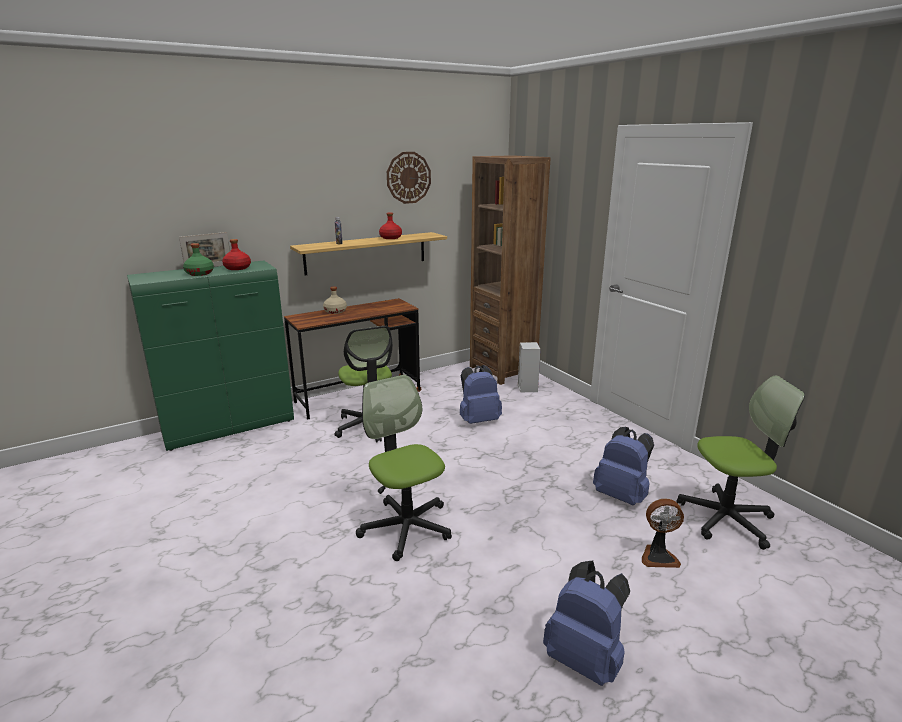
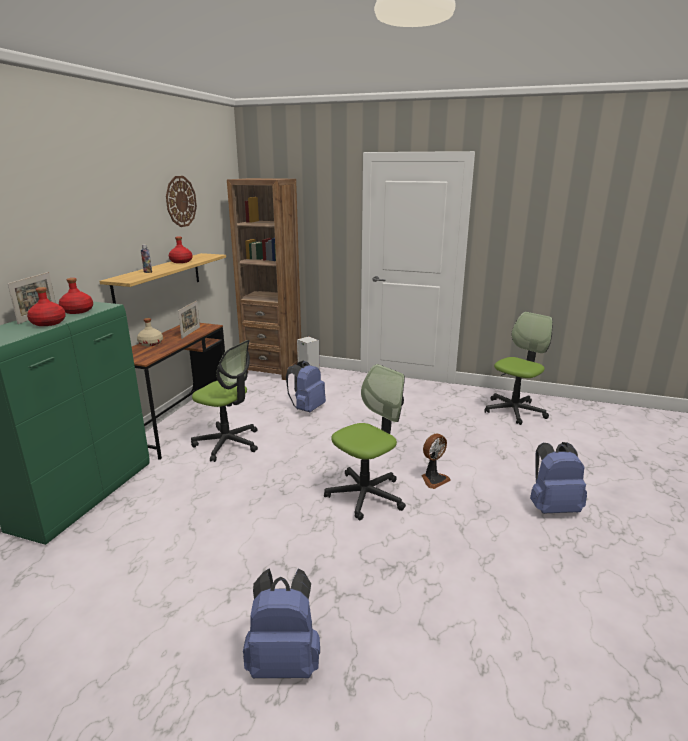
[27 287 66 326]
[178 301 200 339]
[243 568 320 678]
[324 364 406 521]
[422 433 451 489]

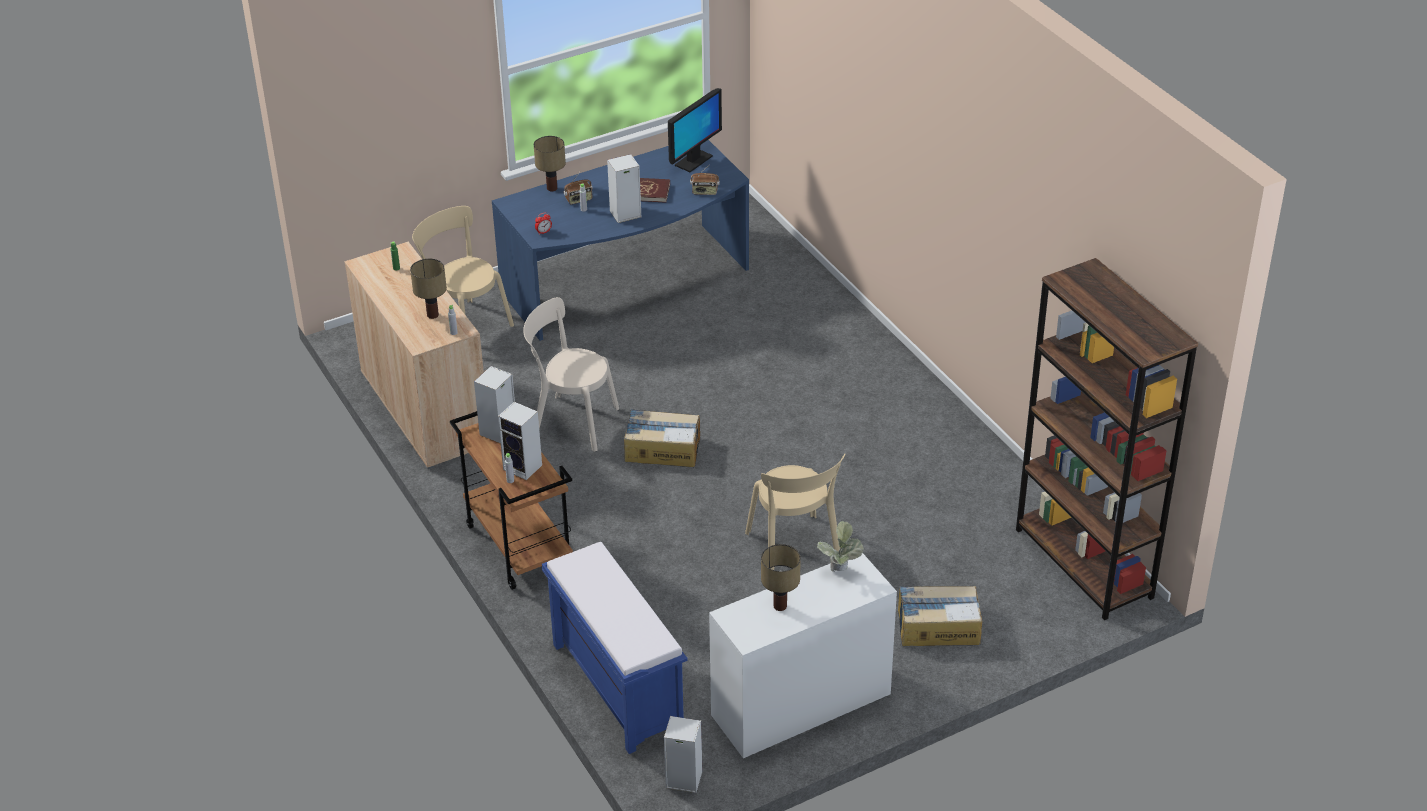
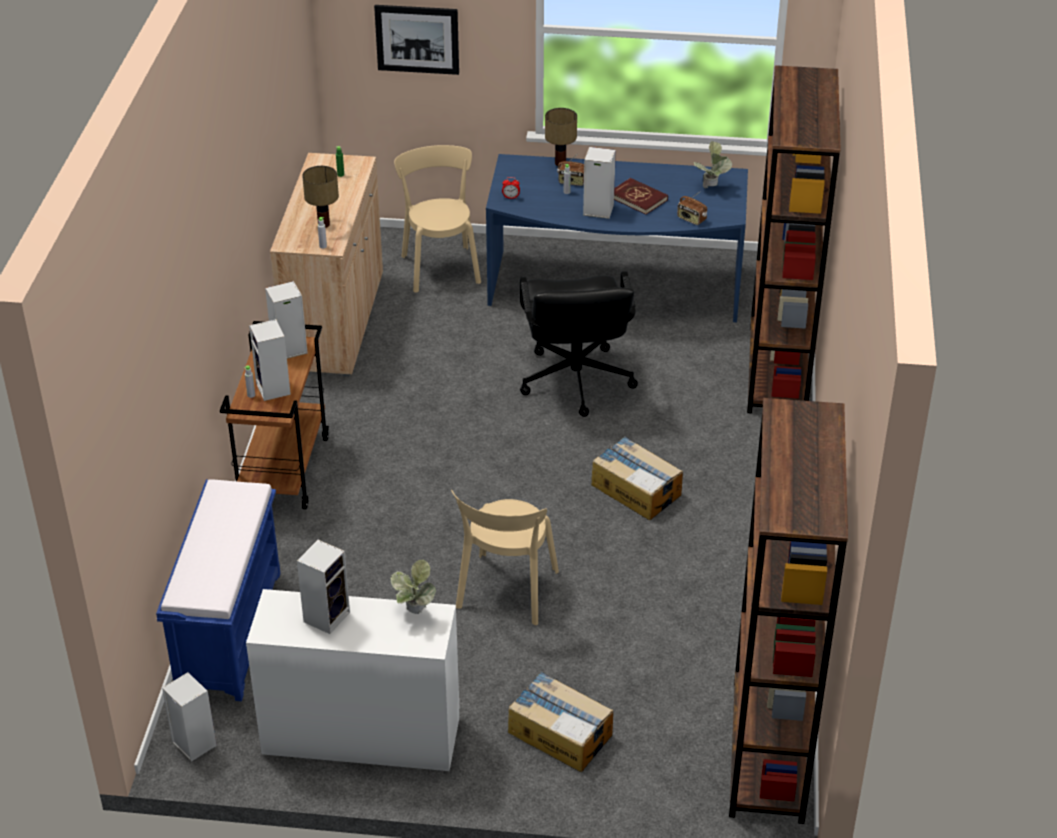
[297 540 350 634]
[374 5 459 75]
[520 271 638 417]
[591 436 683 520]
[694 141 732 189]
[747 65 840 414]
[523 297 619 452] (first image)

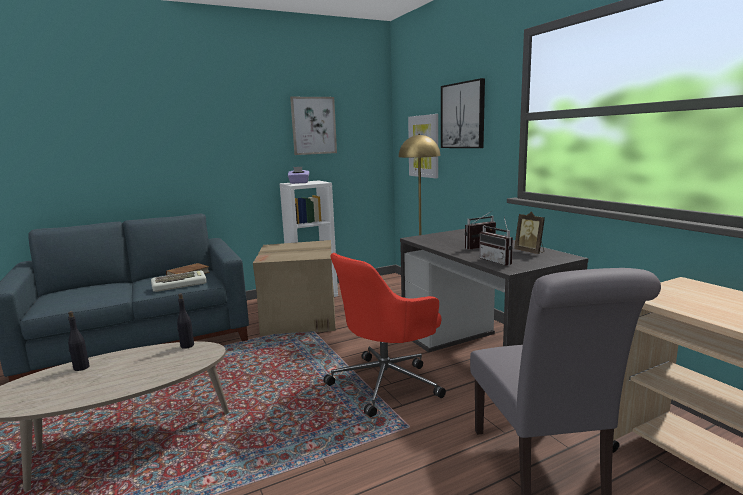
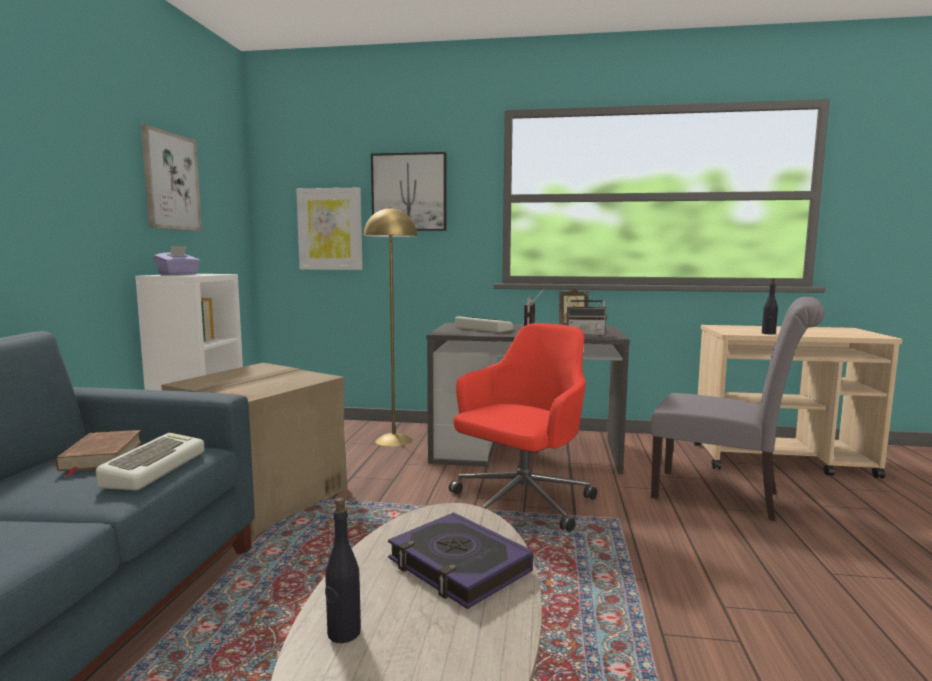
[388 512 533 609]
[449 323 597 532]
[455 316 513 333]
[762 278 778 335]

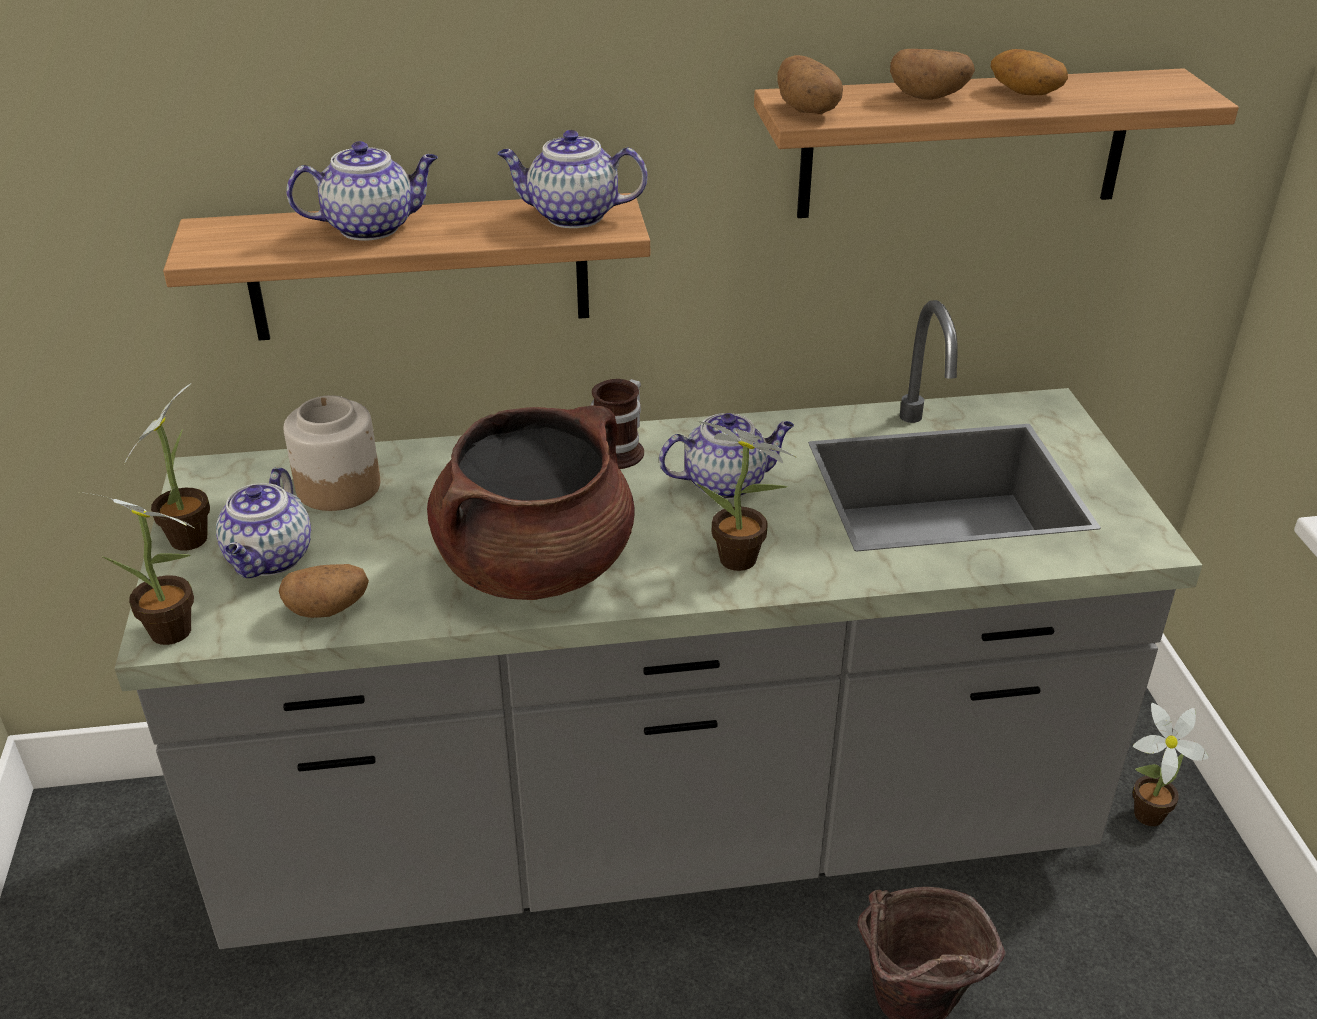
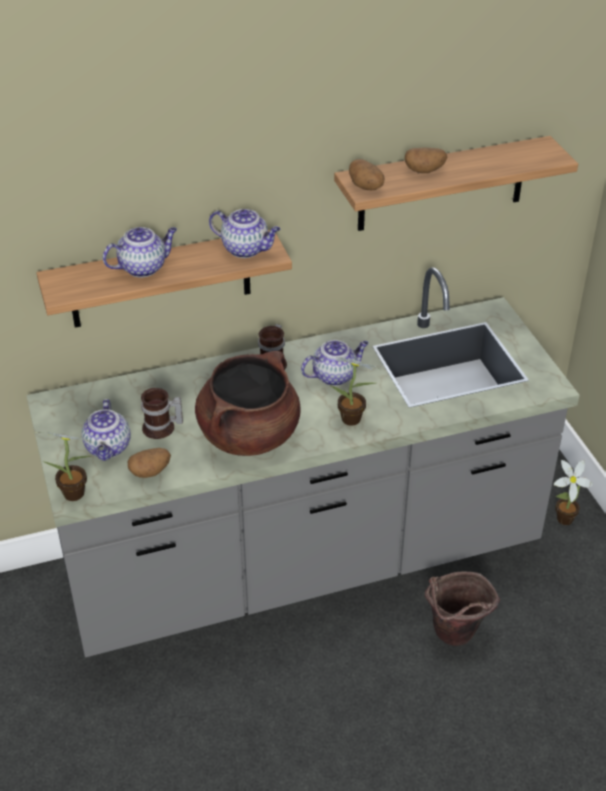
[141 388 183 439]
[209 209 281 258]
[124 383 210 551] (first image)
[283 395 380 511] (first image)
[991 49 1068 95] (first image)

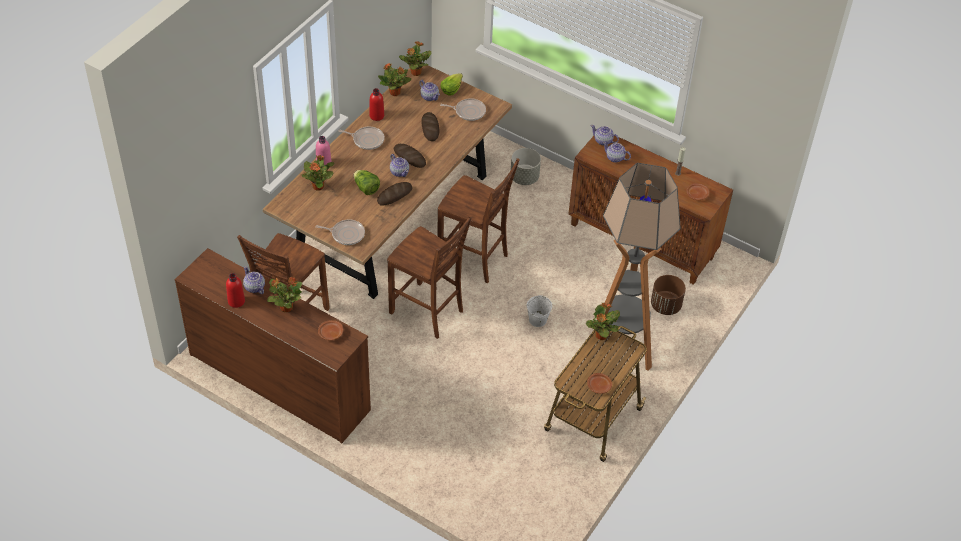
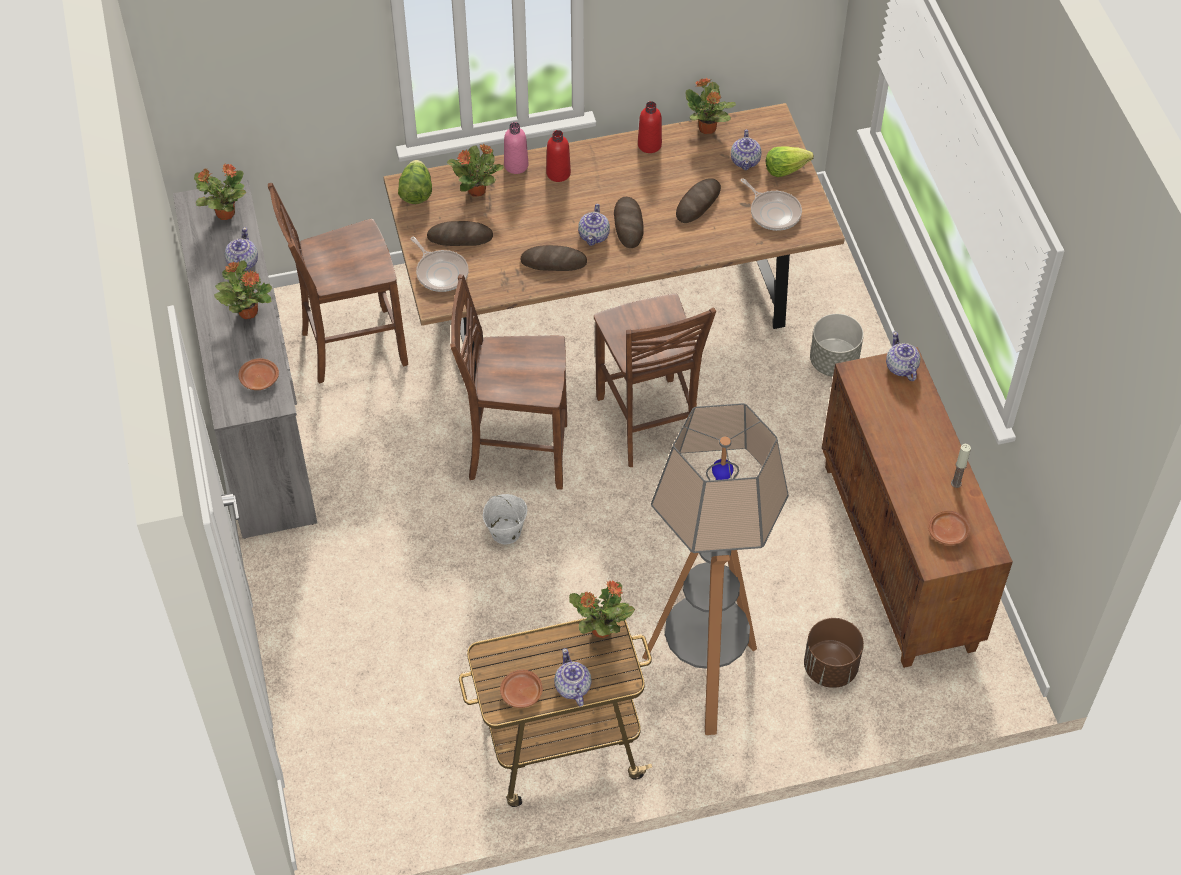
[173 180 317 539]
[194 164 246 220]
[398 160 432 204]
[427 221 493 246]
[450 274 567 490]
[483 494 527 545]
[546 130 571 182]
[554 648 592 707]
[339 127 384 150] (first image)

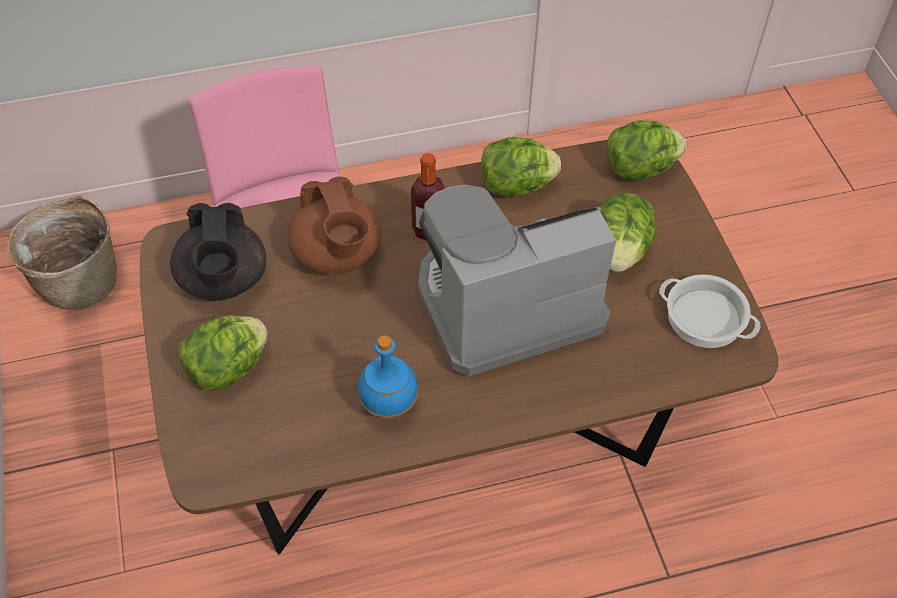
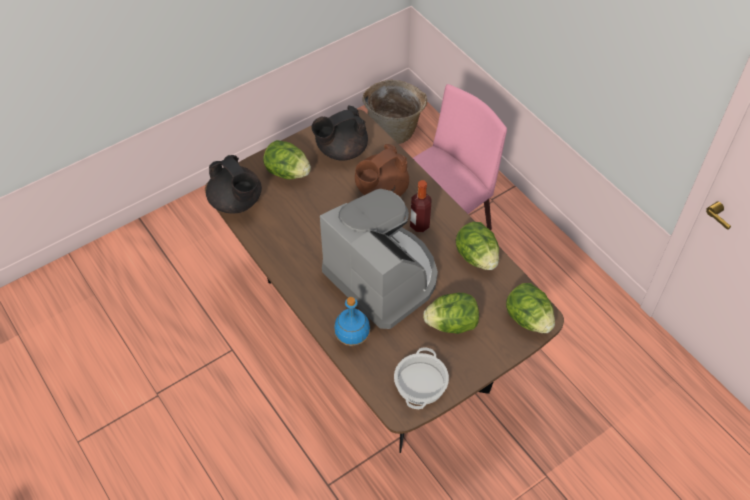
[206 155 262 213]
[334 297 370 346]

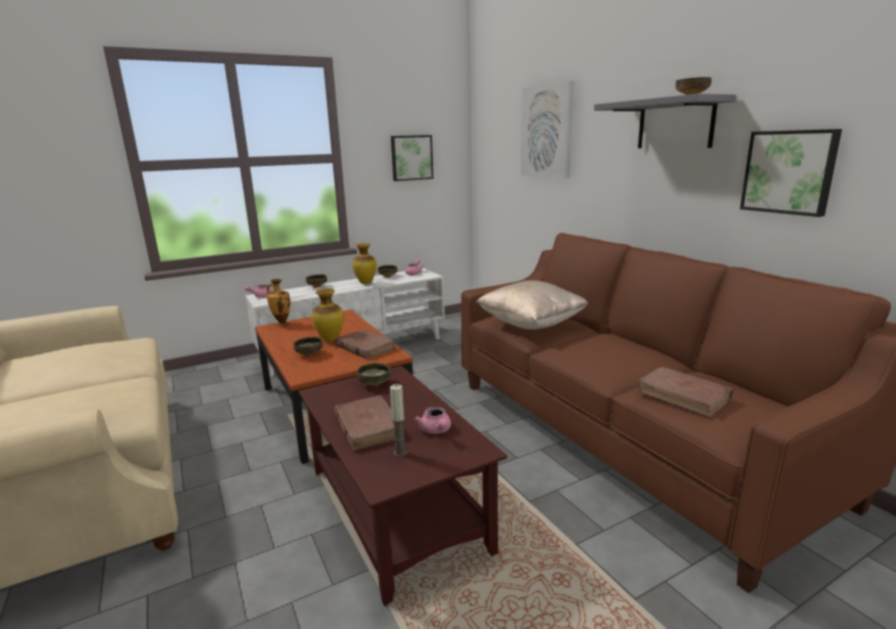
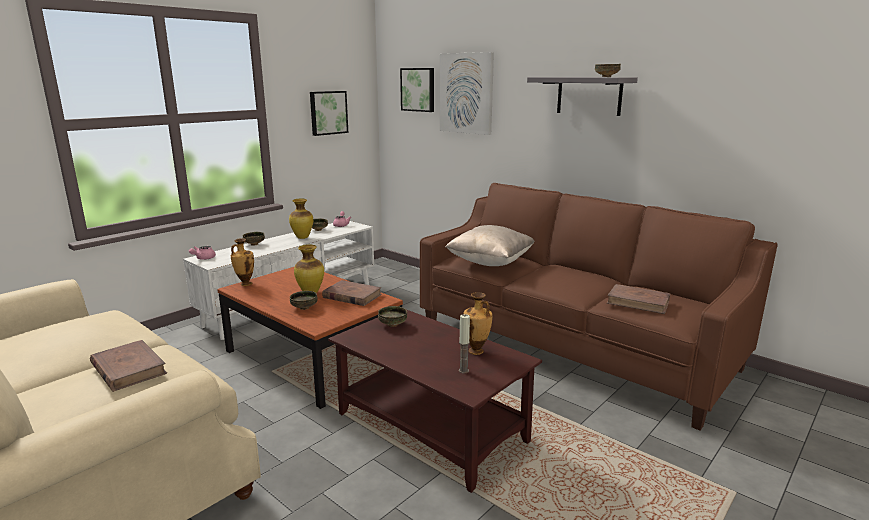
[90 340 167 392]
[400 68 434 112]
[463 292 492 355]

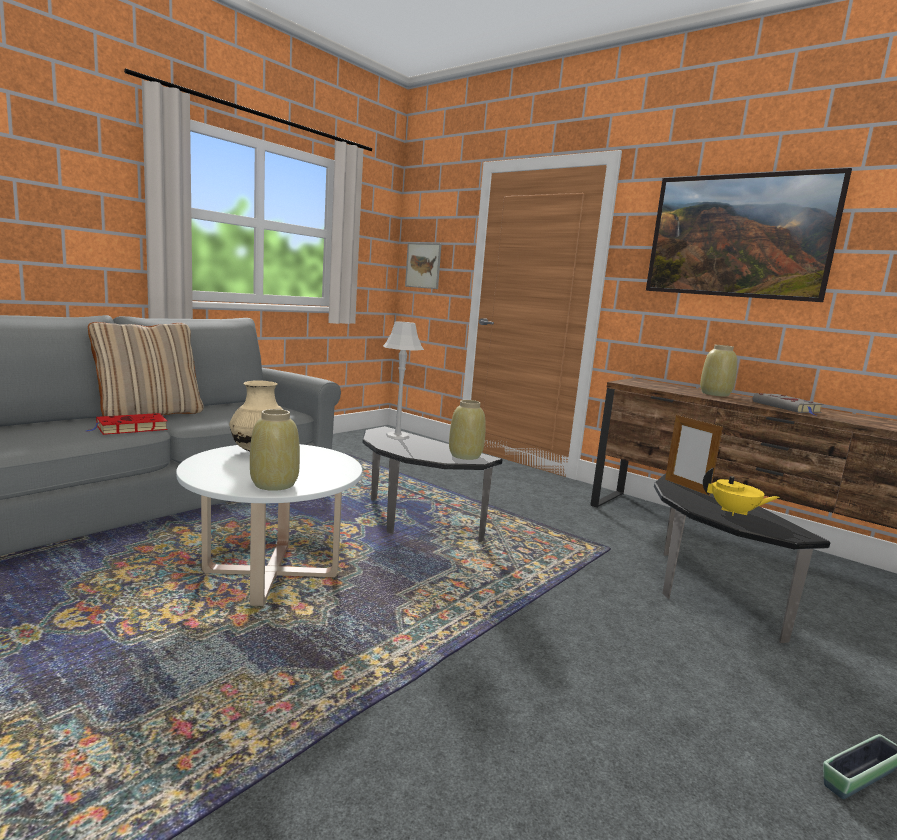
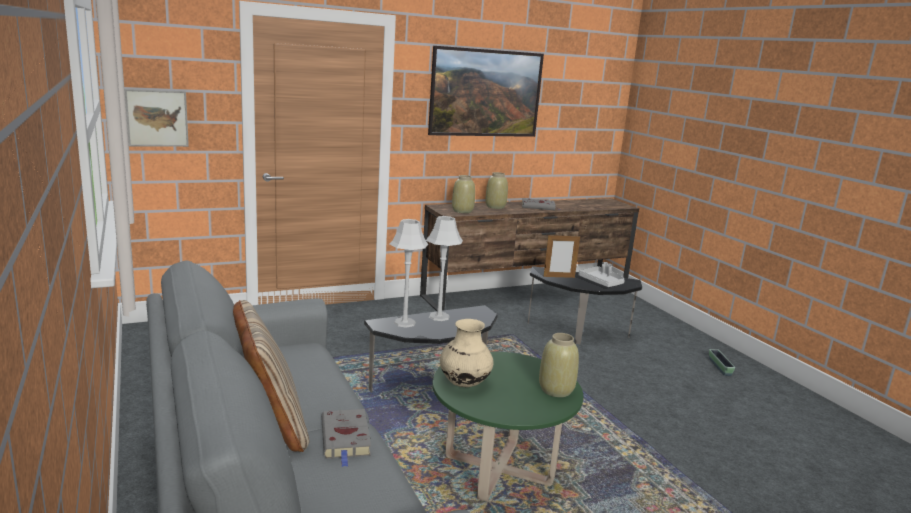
[321 409 371 467]
[426 216 463 321]
[432 351 583 502]
[452 175 475 213]
[578 262 625 287]

